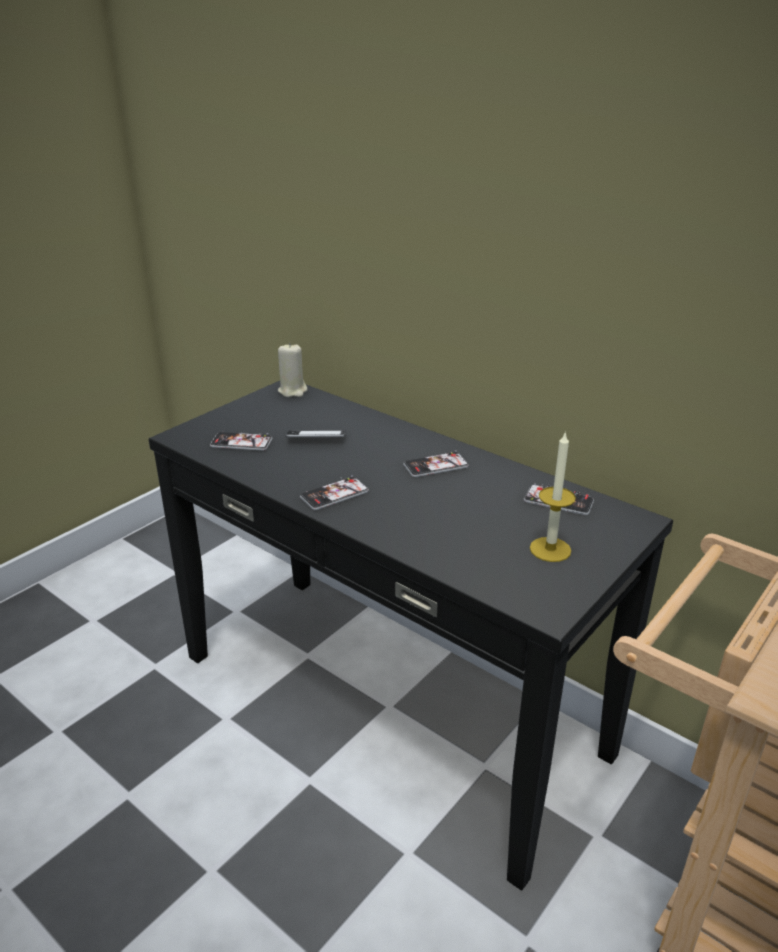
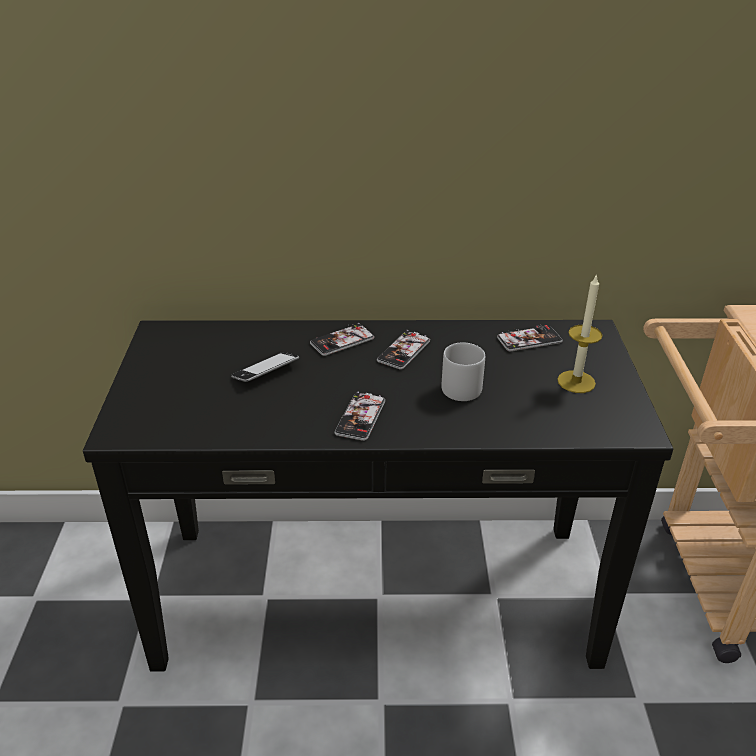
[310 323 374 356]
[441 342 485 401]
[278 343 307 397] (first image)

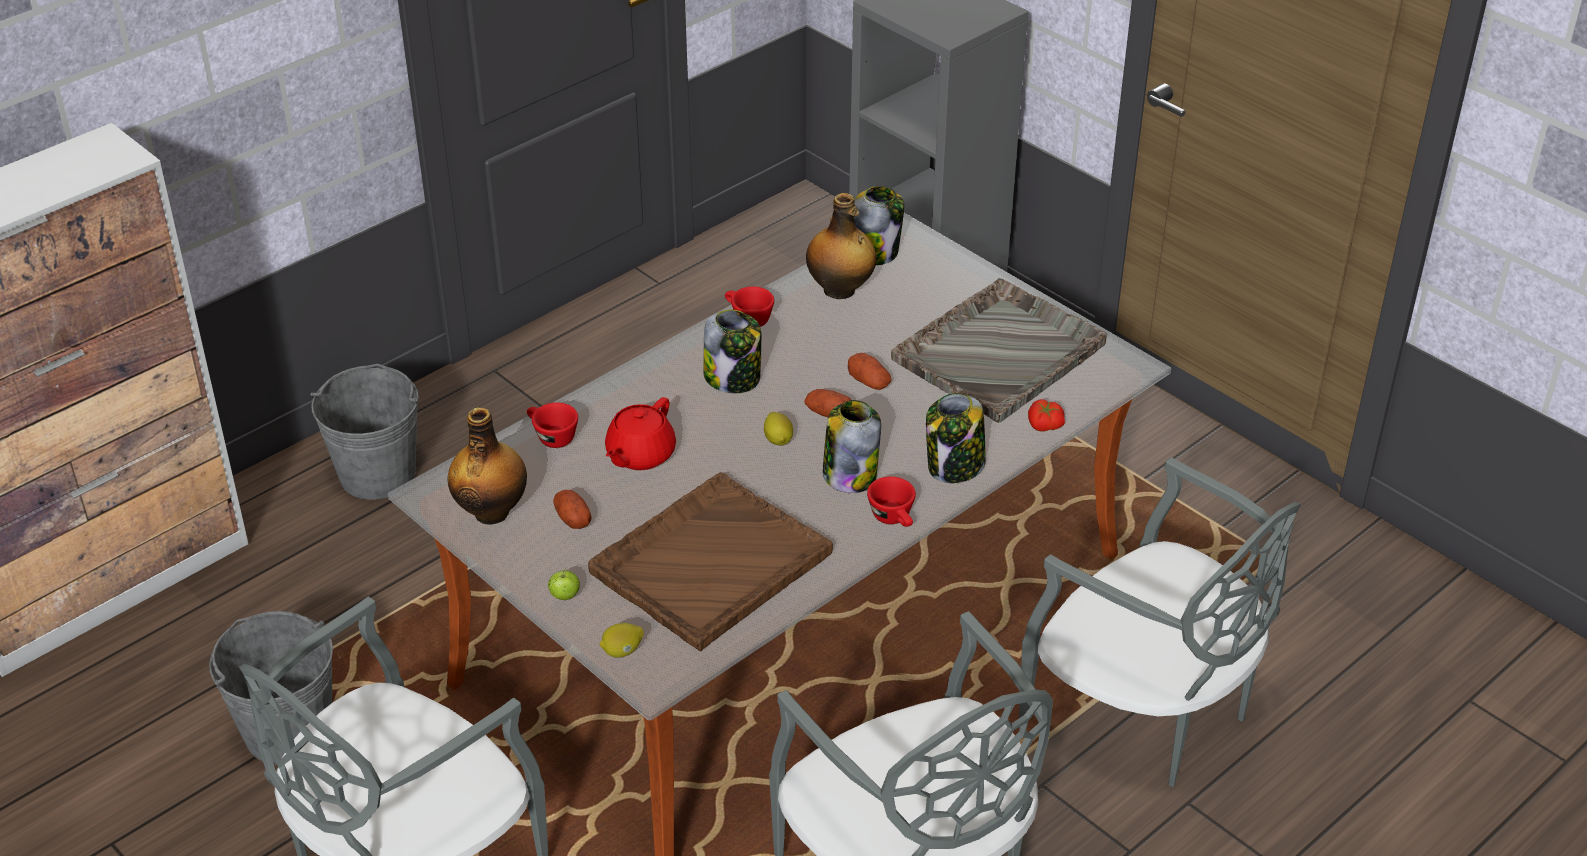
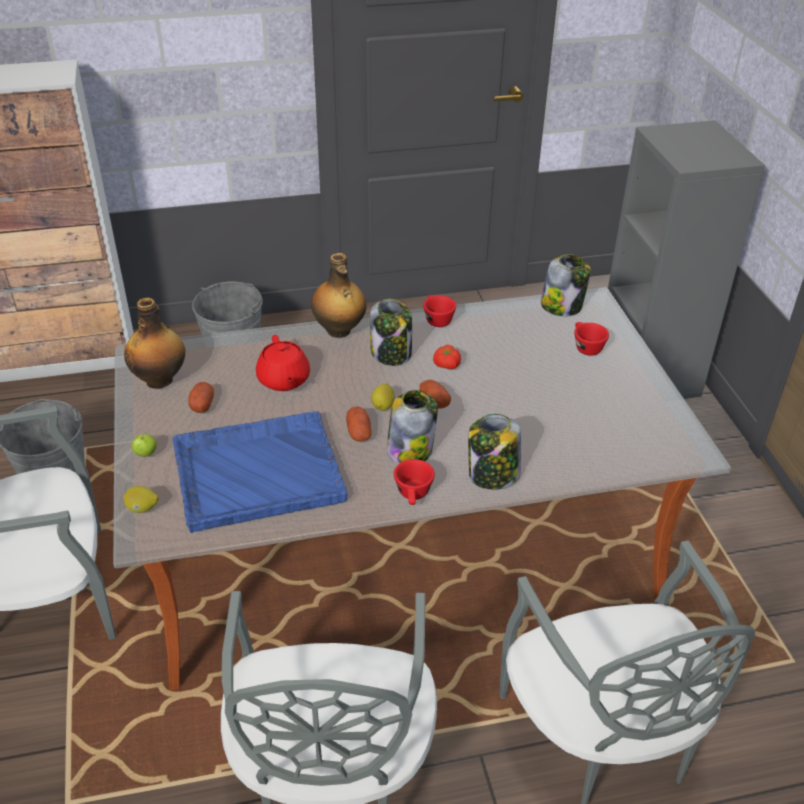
[173 411 347 533]
[256 335 310 391]
[311 253 367 338]
[346 406 371 442]
[433 345 461 369]
[574 322 609 356]
[891 278 1107 423] (first image)

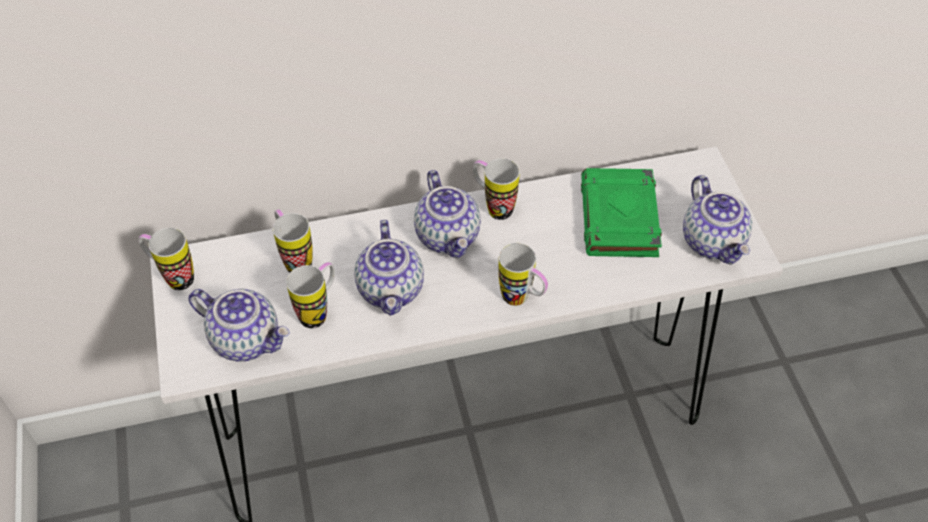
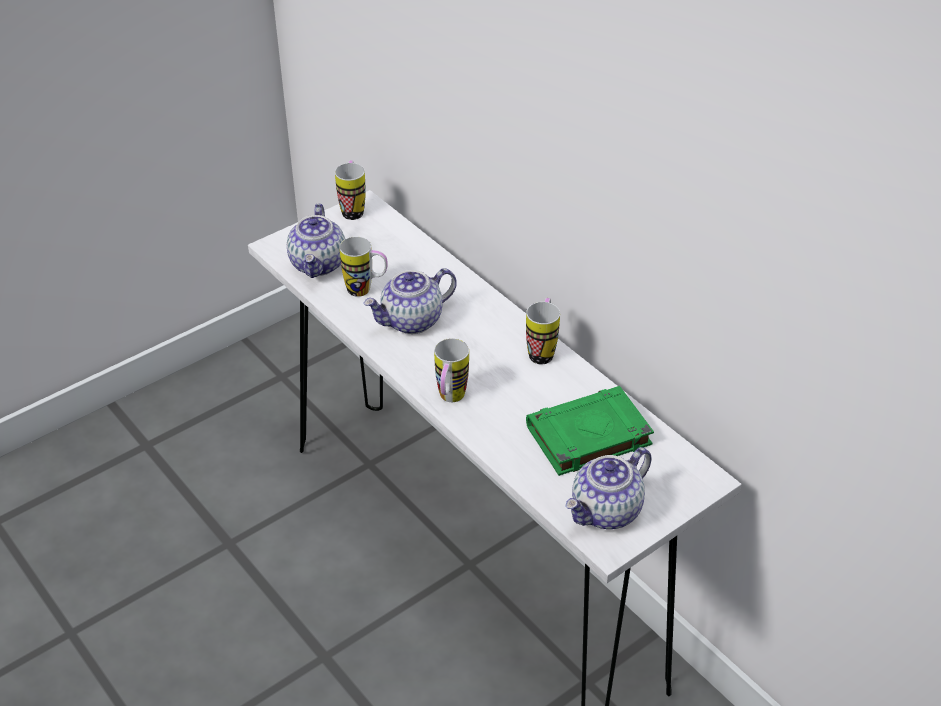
[273 209 313 273] (first image)
[414 170 481 258] (first image)

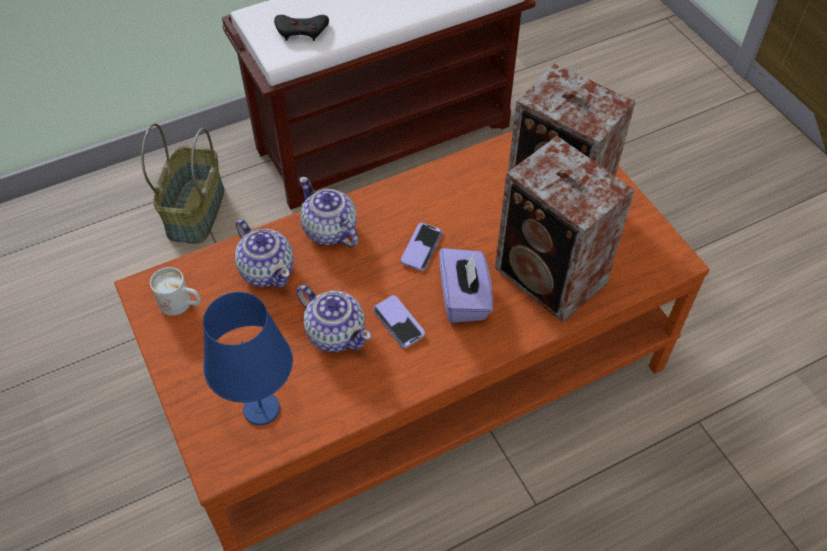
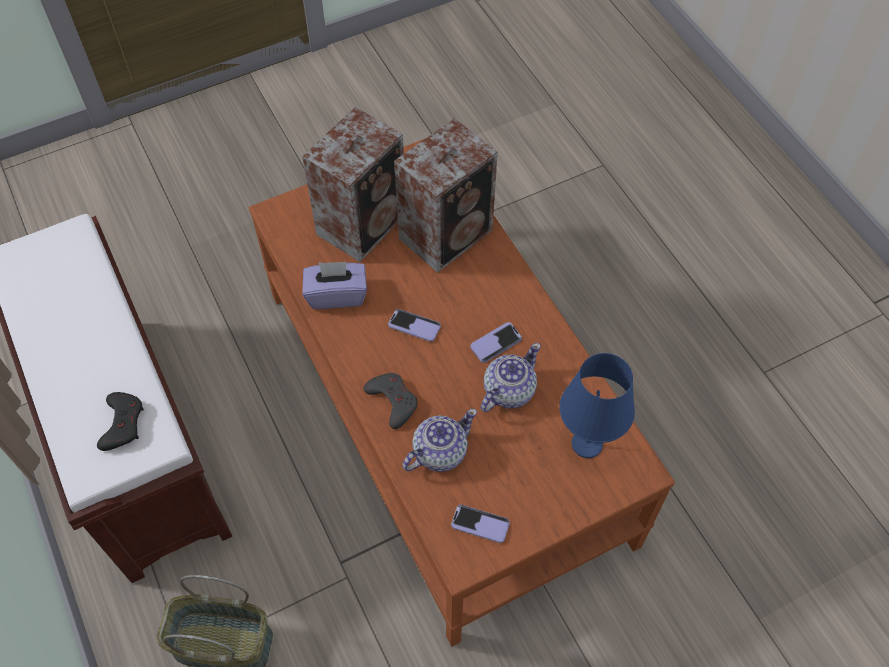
[302 262 367 309]
[363 373 418 429]
[451 505 510 543]

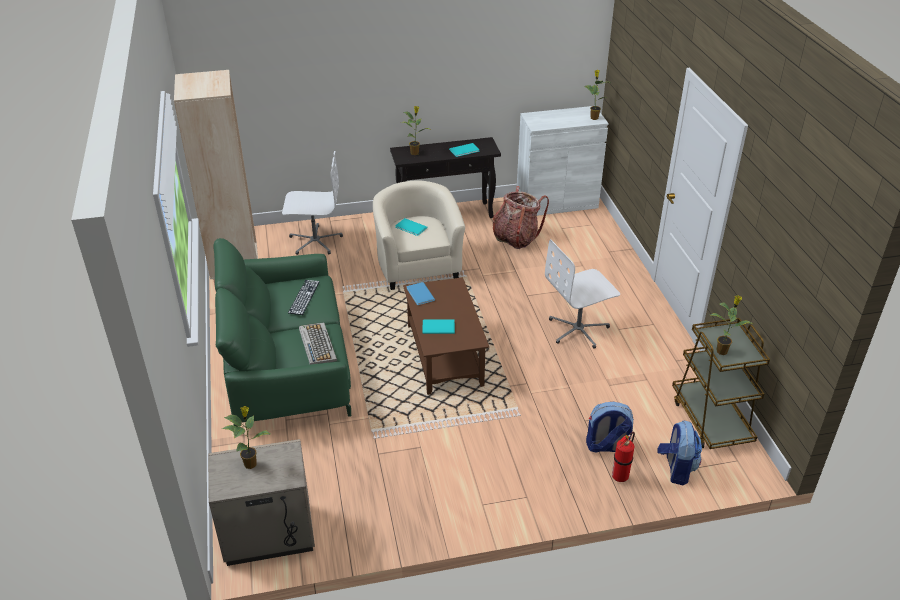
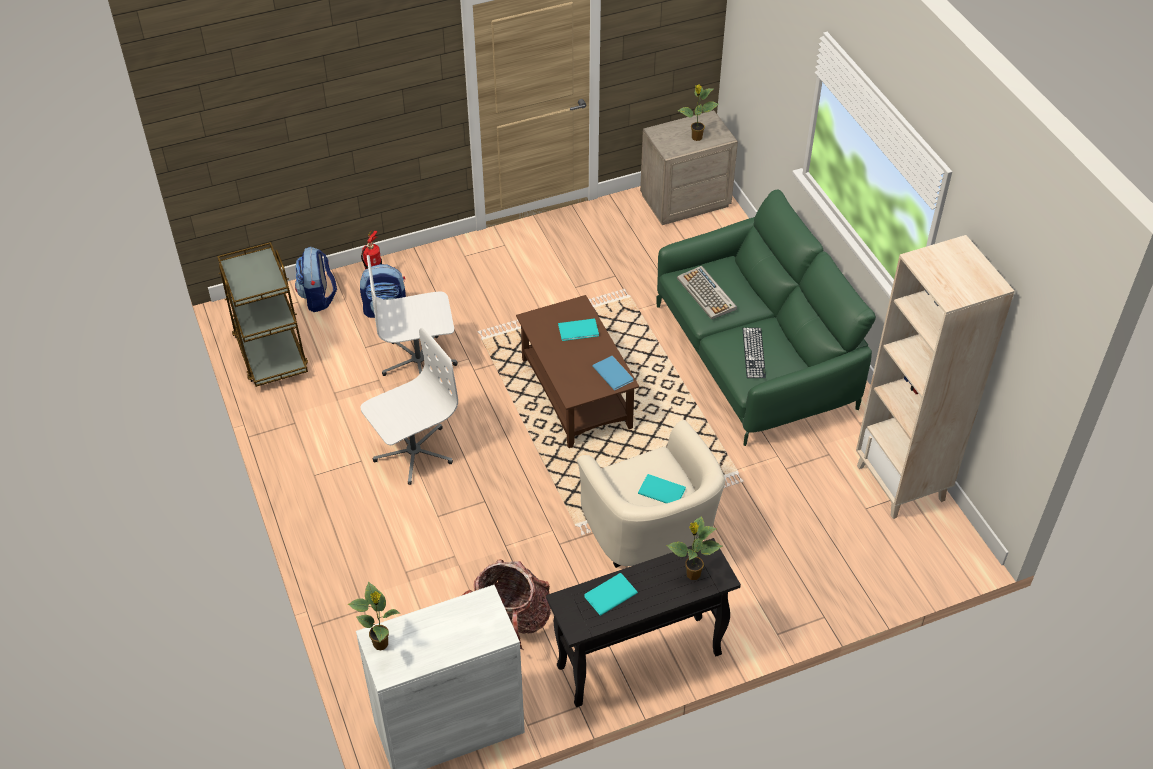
[367 255 458 376]
[711 295 753 355] (first image)

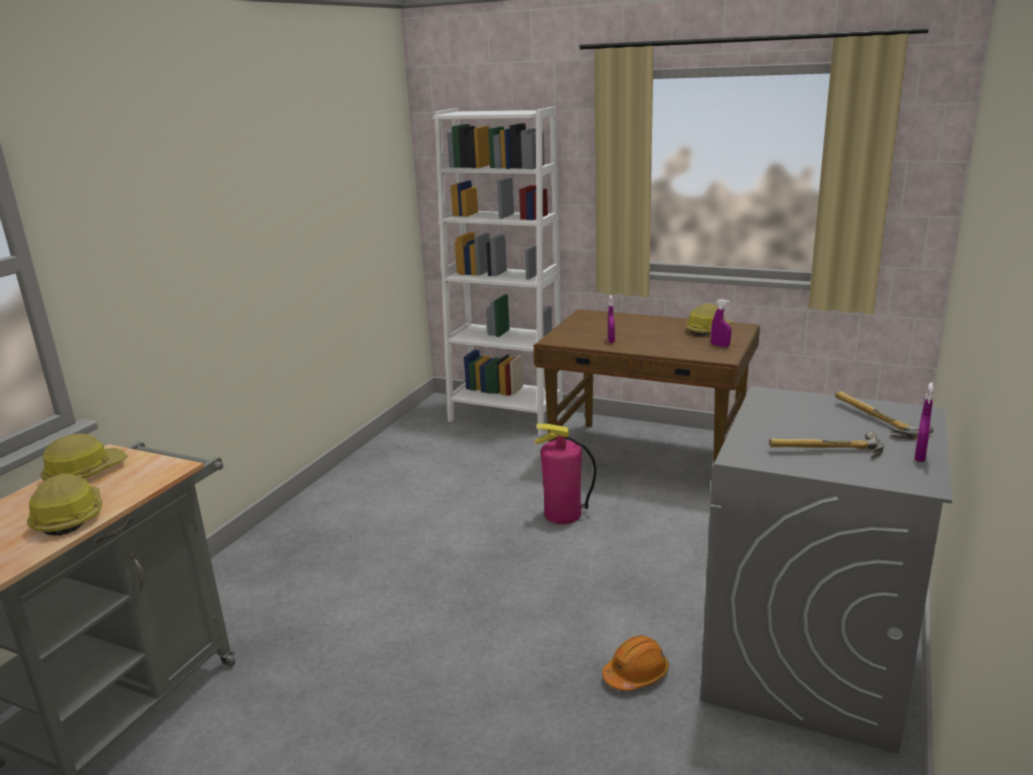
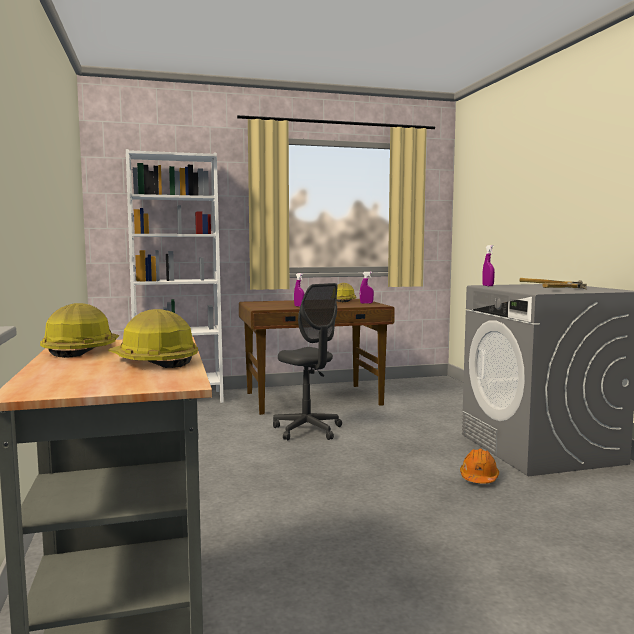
[273 283 342 440]
[482 245 495 286]

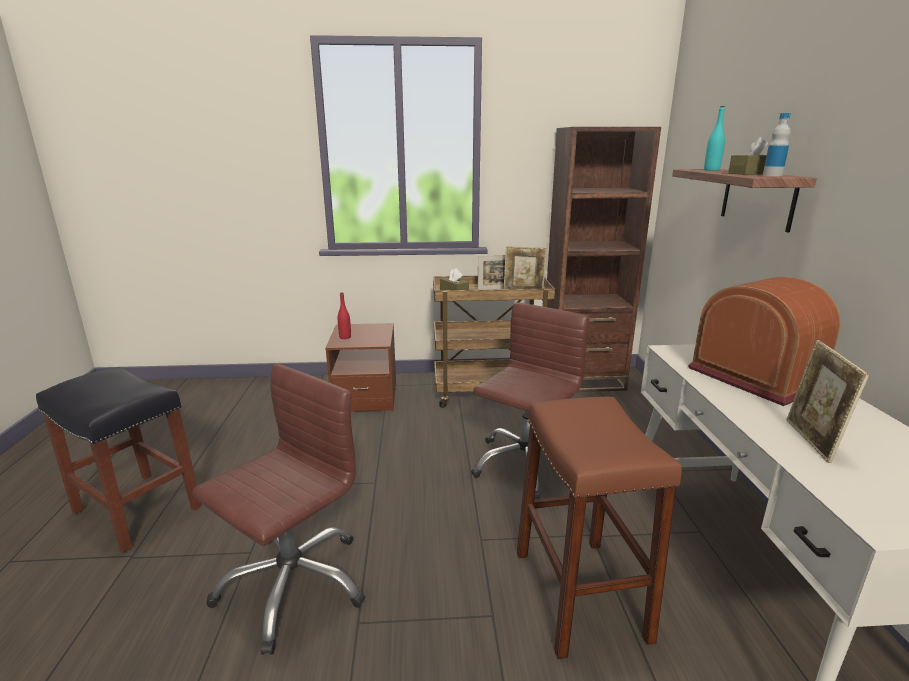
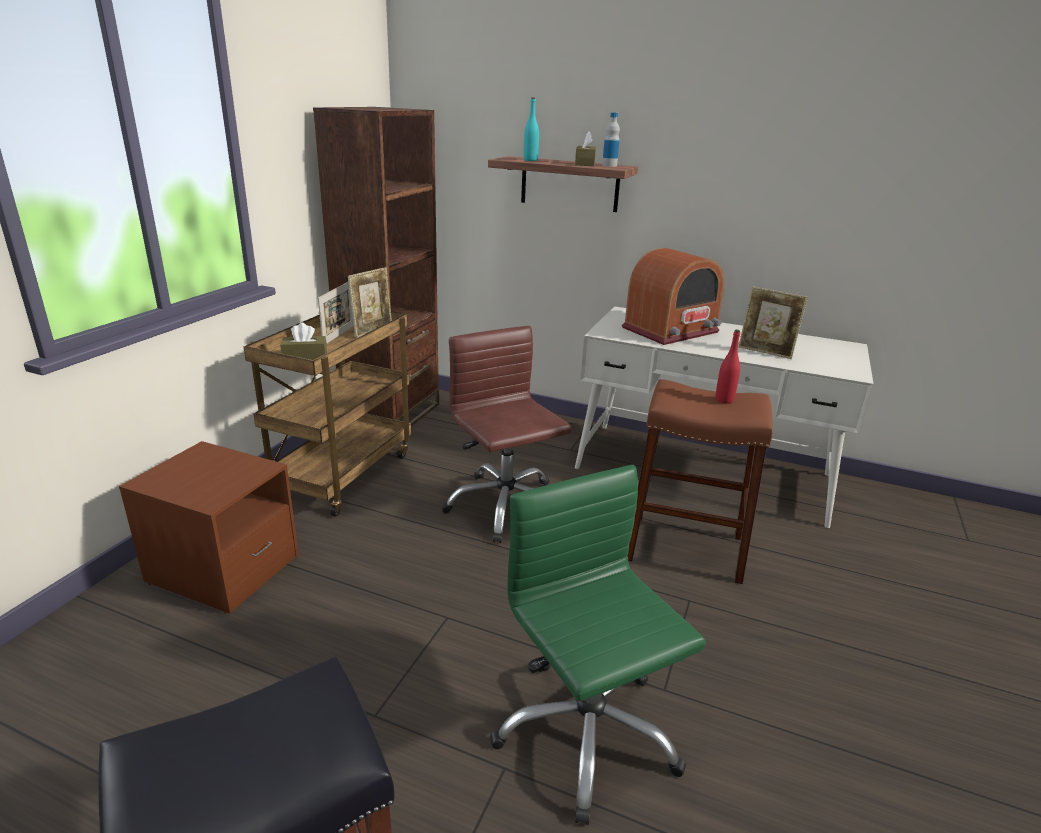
[490 465 706 825]
[622 248 724 345]
[716 330 740 403]

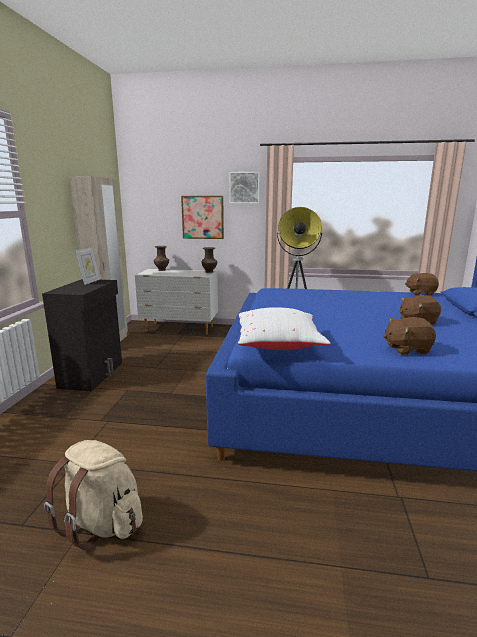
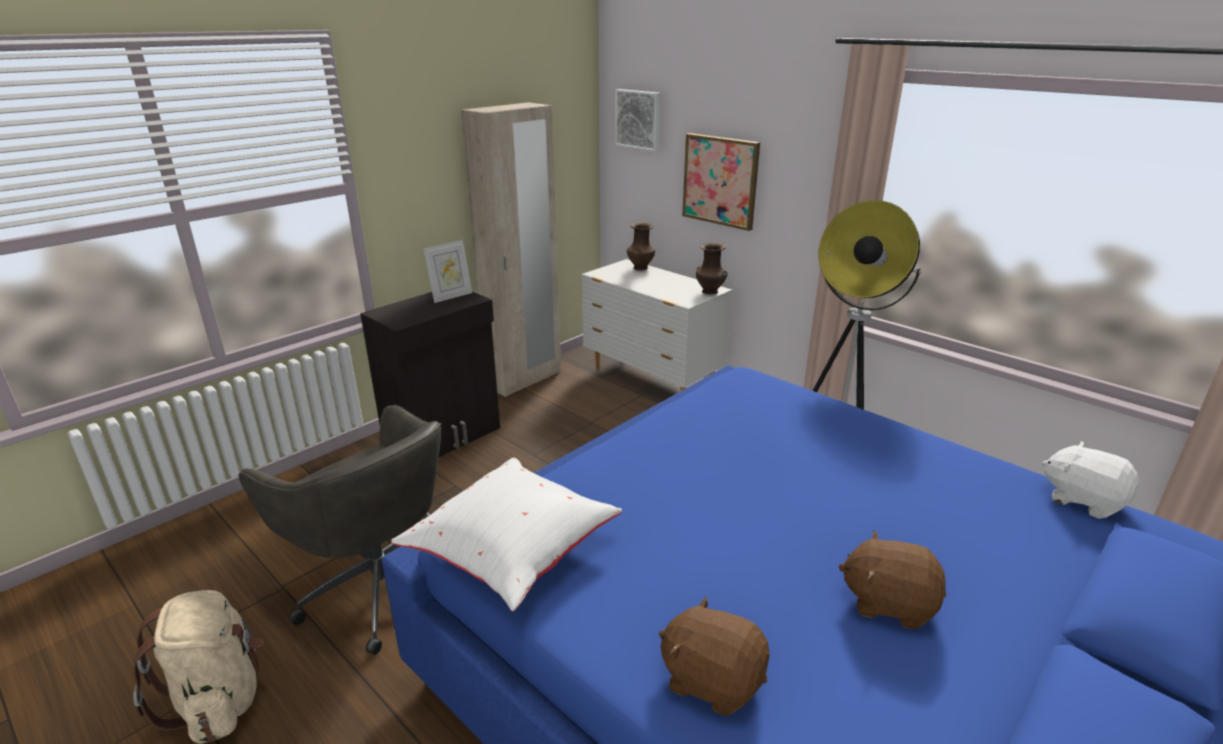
[239 405 442 655]
[615 89 661 151]
[1042 441 1139 519]

